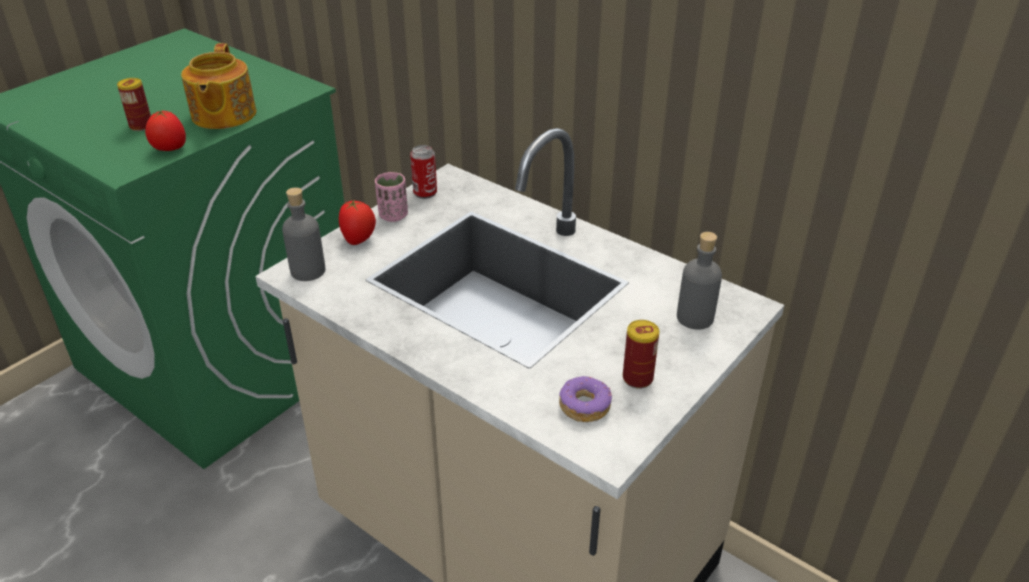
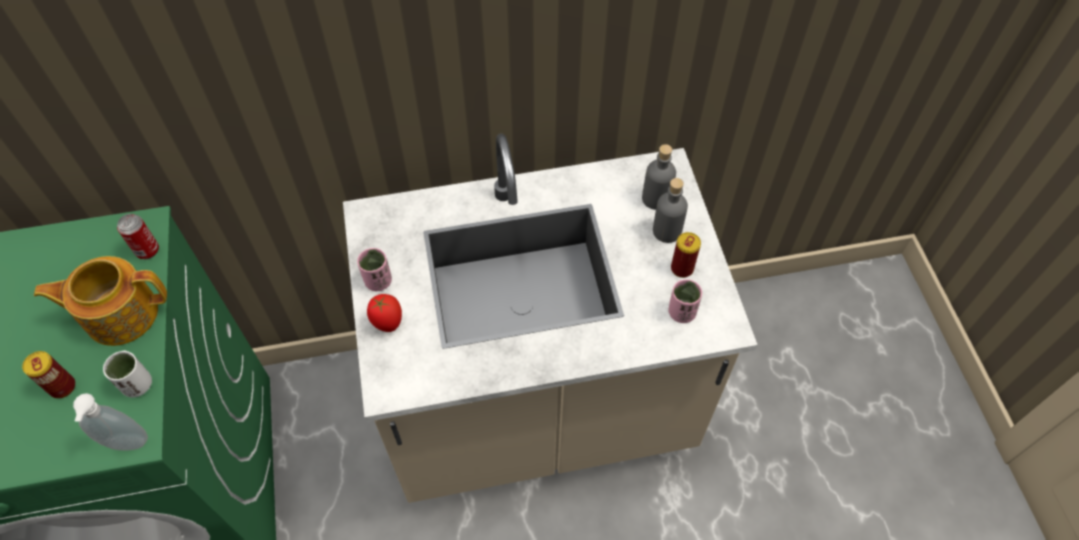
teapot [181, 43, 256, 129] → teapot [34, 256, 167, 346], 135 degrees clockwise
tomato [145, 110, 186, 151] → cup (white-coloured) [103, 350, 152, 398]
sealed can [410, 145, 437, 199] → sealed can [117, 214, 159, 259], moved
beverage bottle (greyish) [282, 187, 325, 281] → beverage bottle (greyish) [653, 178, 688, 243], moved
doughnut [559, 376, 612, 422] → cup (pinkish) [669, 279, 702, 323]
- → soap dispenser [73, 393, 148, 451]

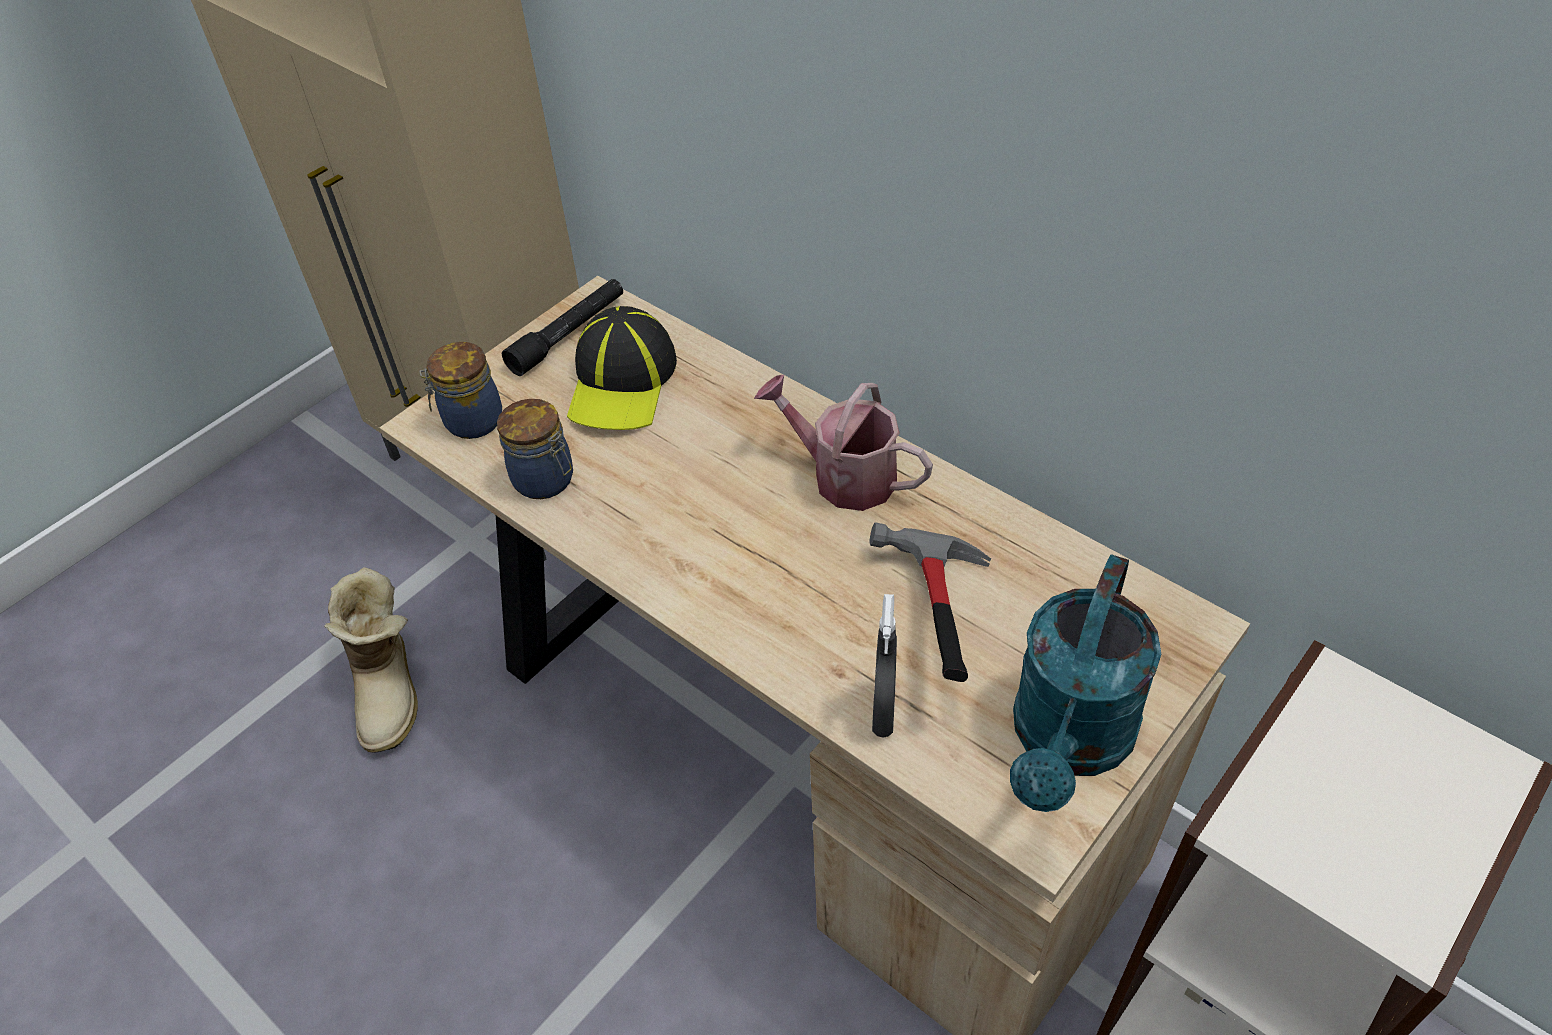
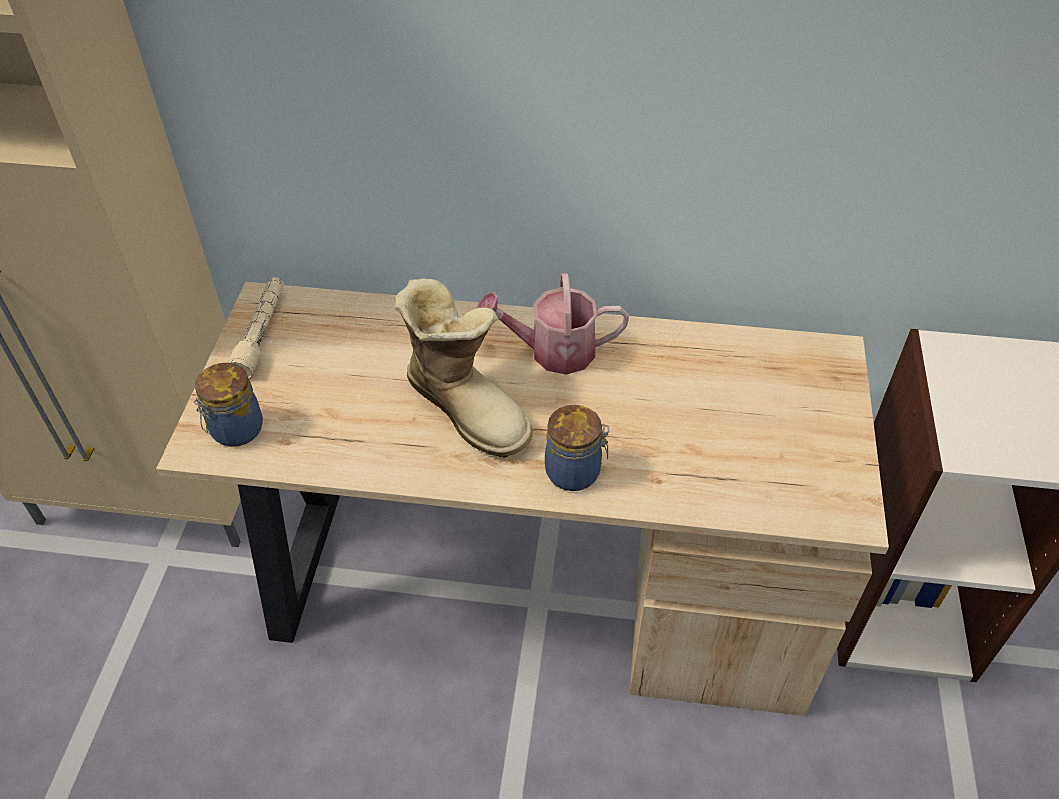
flashlight (blackish) [502, 279, 623, 376] → flashlight (beige-coloured) [228, 277, 284, 379]
cap [567, 306, 677, 430] → -
preserve jar [497, 399, 573, 499] → preserve jar [545, 405, 609, 491], moved
hand hammer [870, 522, 991, 682] → -
watering can (blue-green) [1010, 554, 1161, 812] → -
boot [324, 567, 418, 752] → boot [394, 278, 533, 458], moved
hand sprayer (greyish) [872, 594, 897, 738] → -

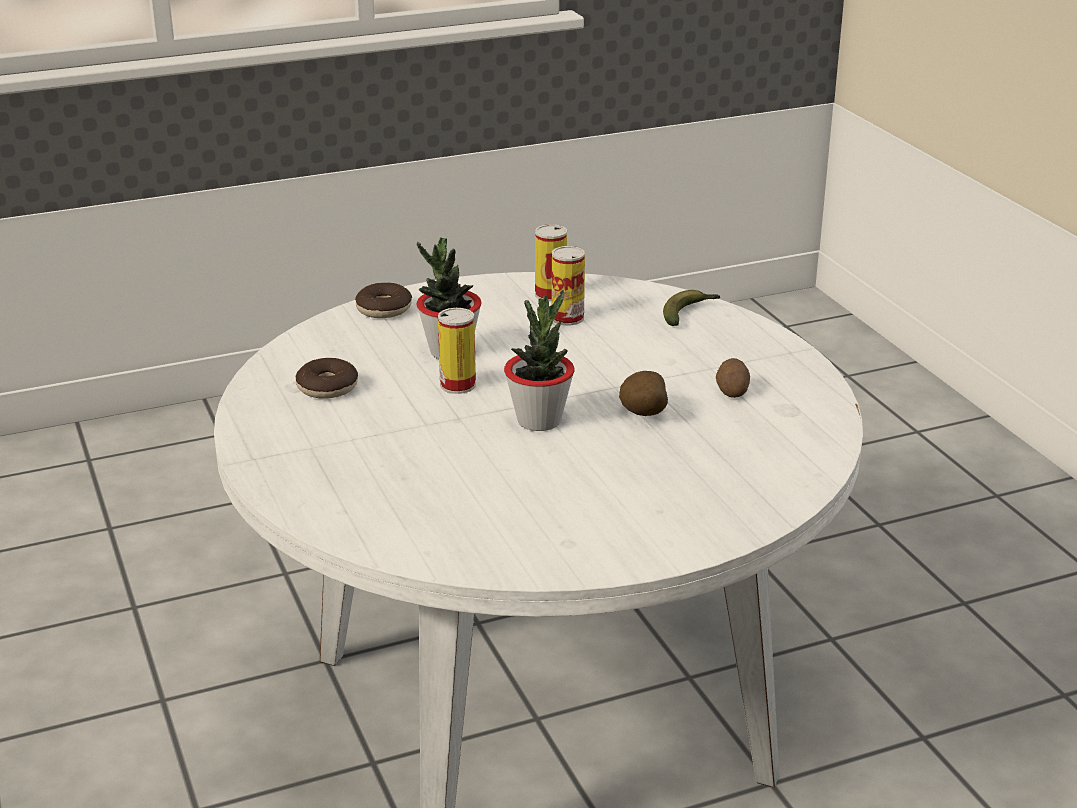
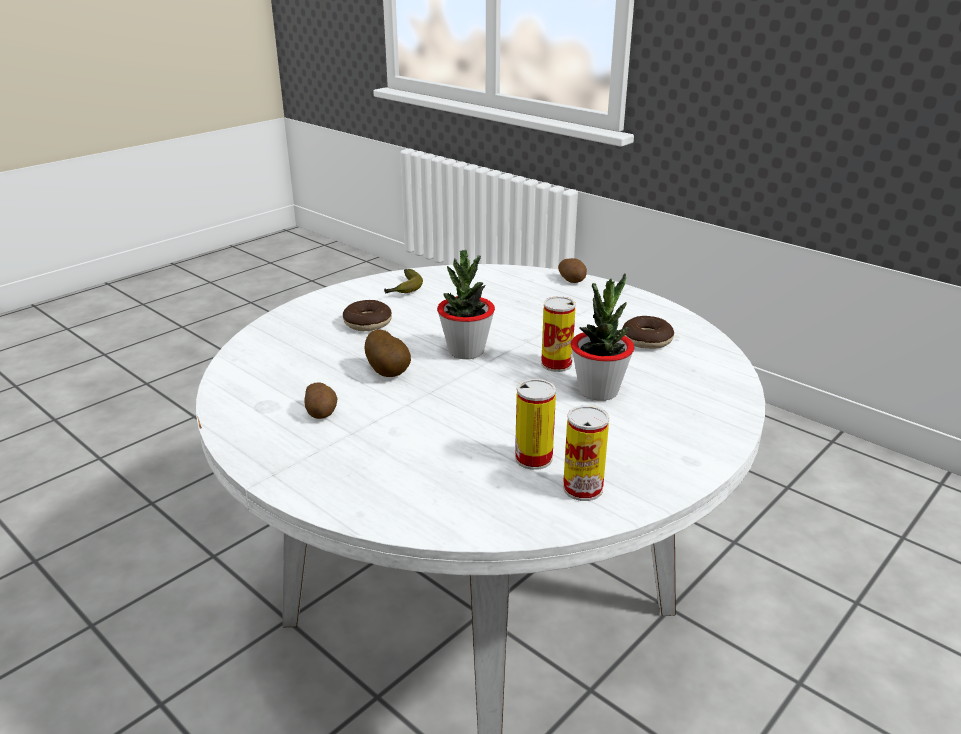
doughnut [355, 283, 412, 318] → doughnut [343, 300, 392, 331], moved
banana [663, 290, 720, 326] → banana [384, 269, 423, 293], moved
- → spud [558, 258, 587, 283]

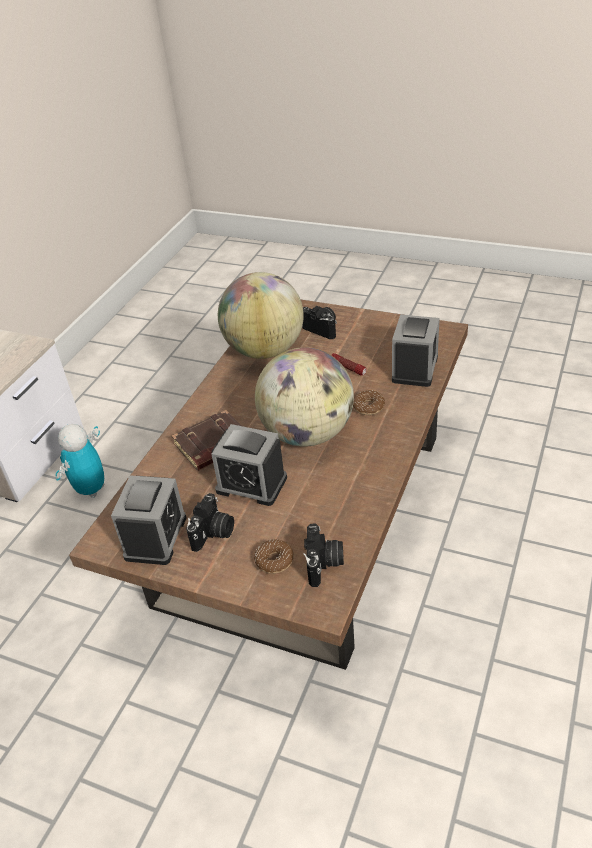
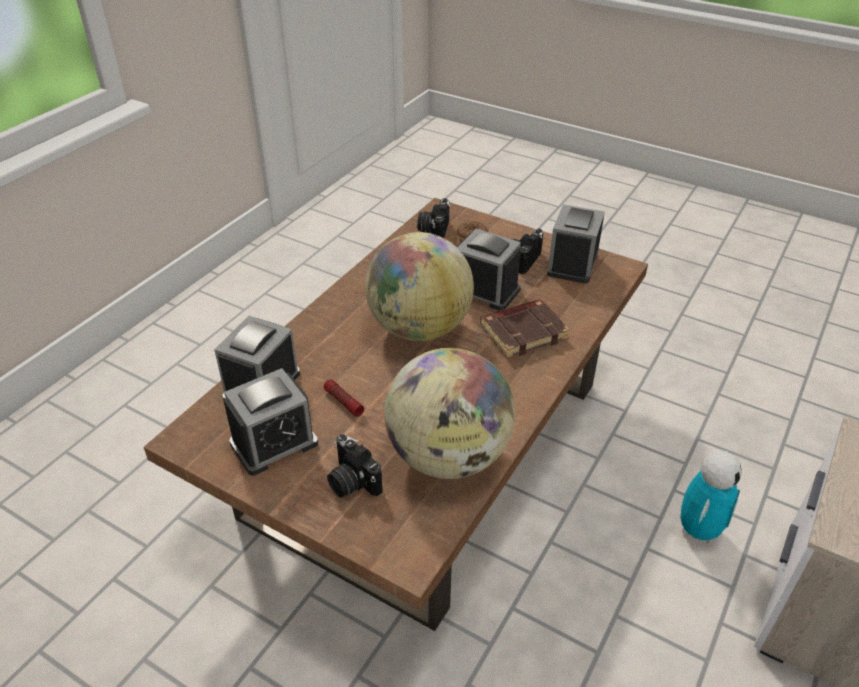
doughnut [353, 390, 385, 415] → -
- → bedside clock [223, 368, 318, 476]

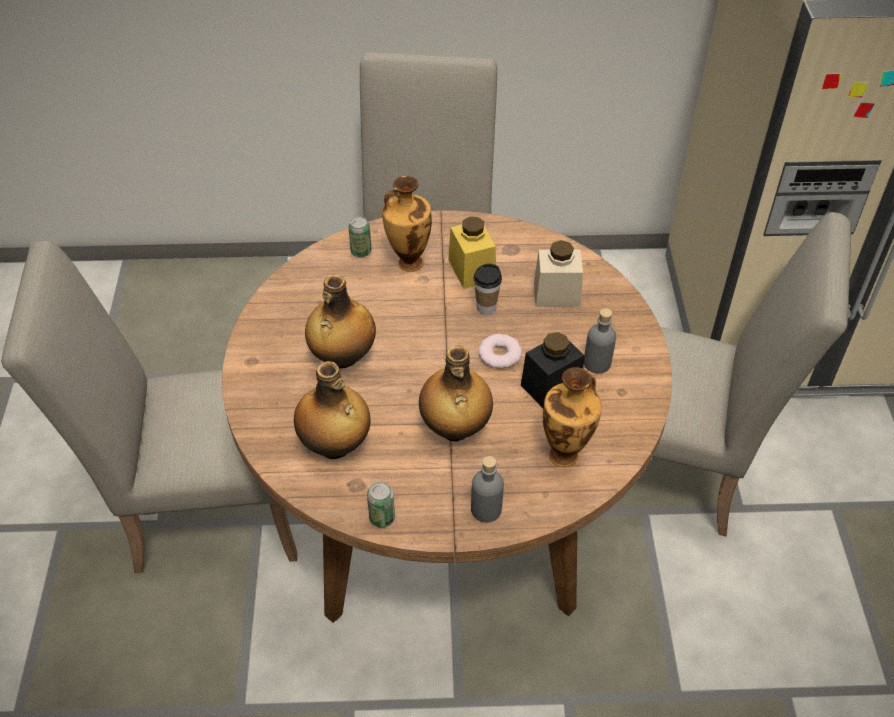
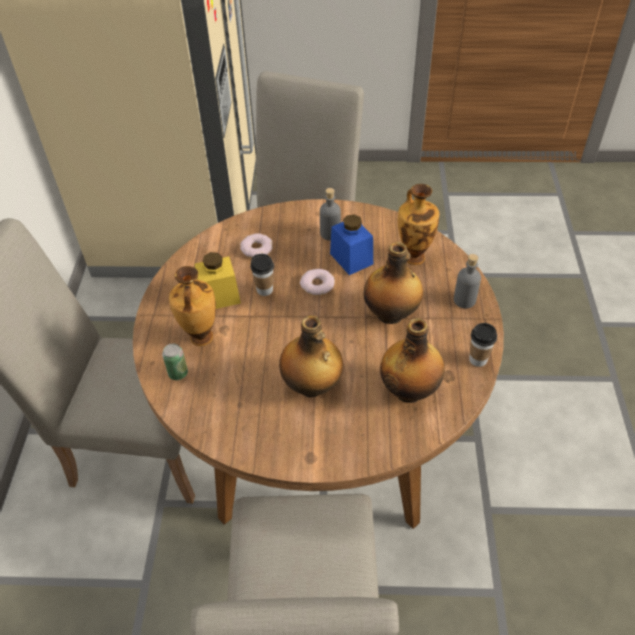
preserve jar (beige-coloured) [534, 240, 583, 307] → doughnut [240, 233, 273, 258]
preserve jar (blackish) [521, 332, 584, 408] → preserve jar (bluish) [330, 214, 373, 275]
sealed can [367, 482, 395, 528] → cup [469, 323, 497, 367]

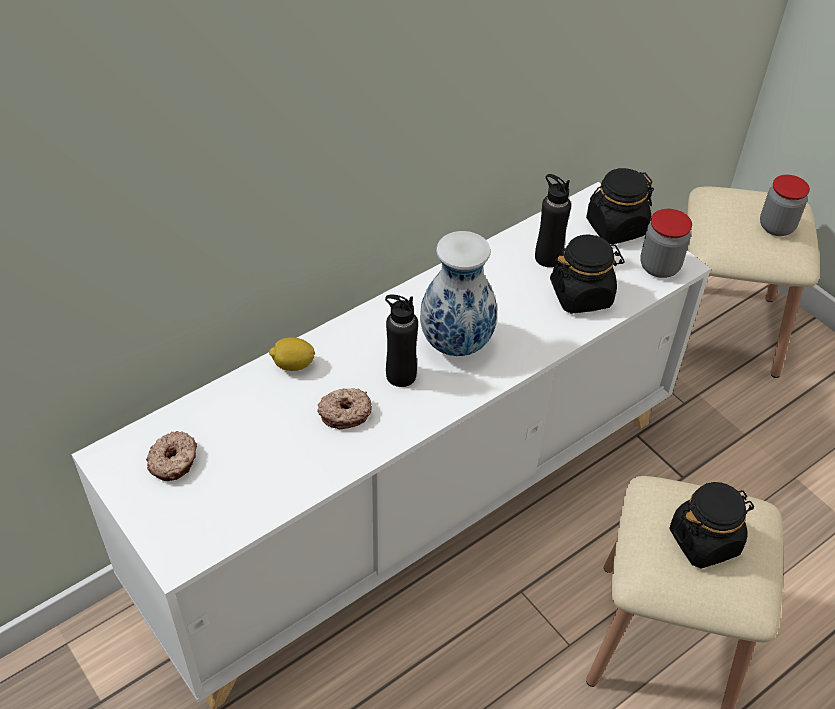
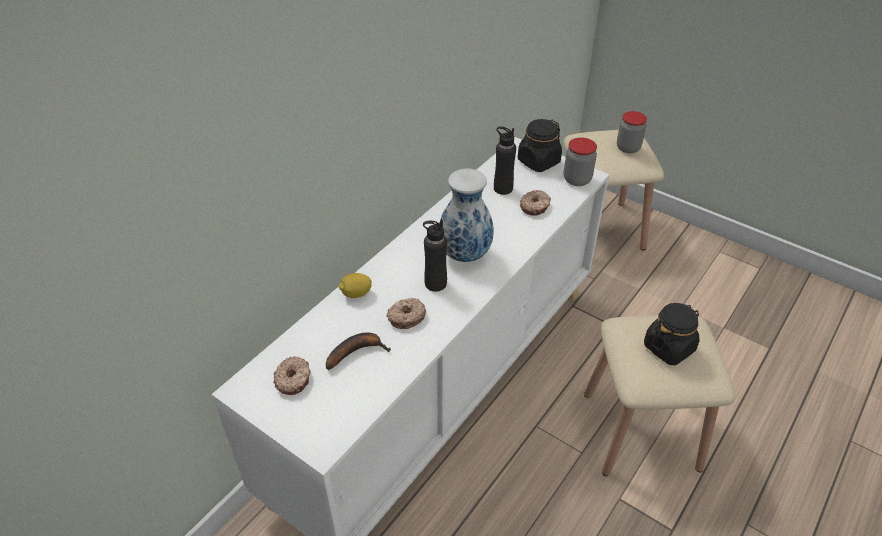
preserve jar (blackish) [550, 234, 625, 314] → doughnut [520, 190, 551, 216]
- → banana [326, 333, 391, 370]

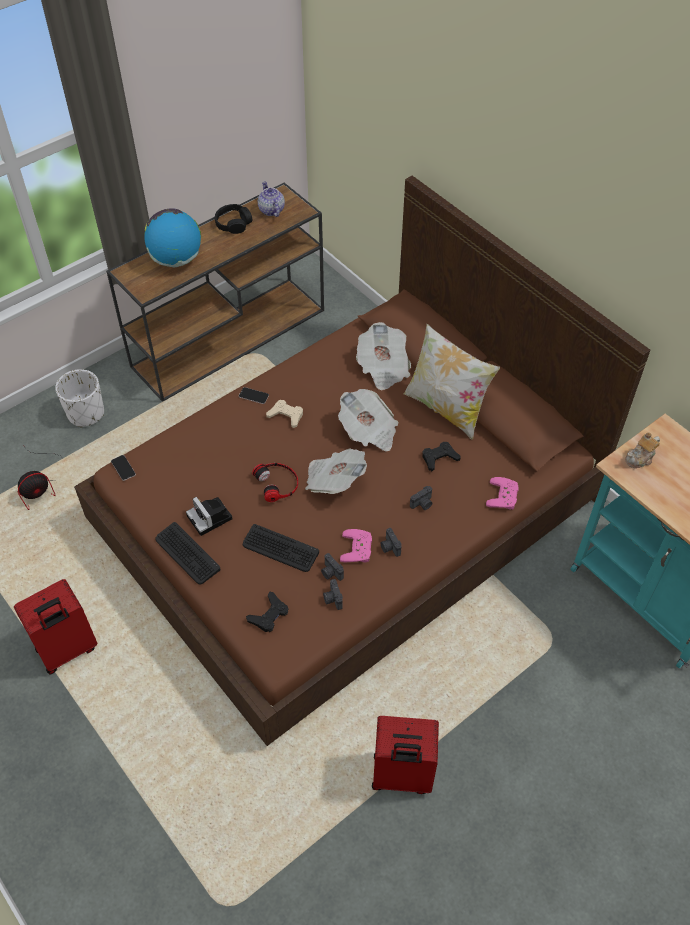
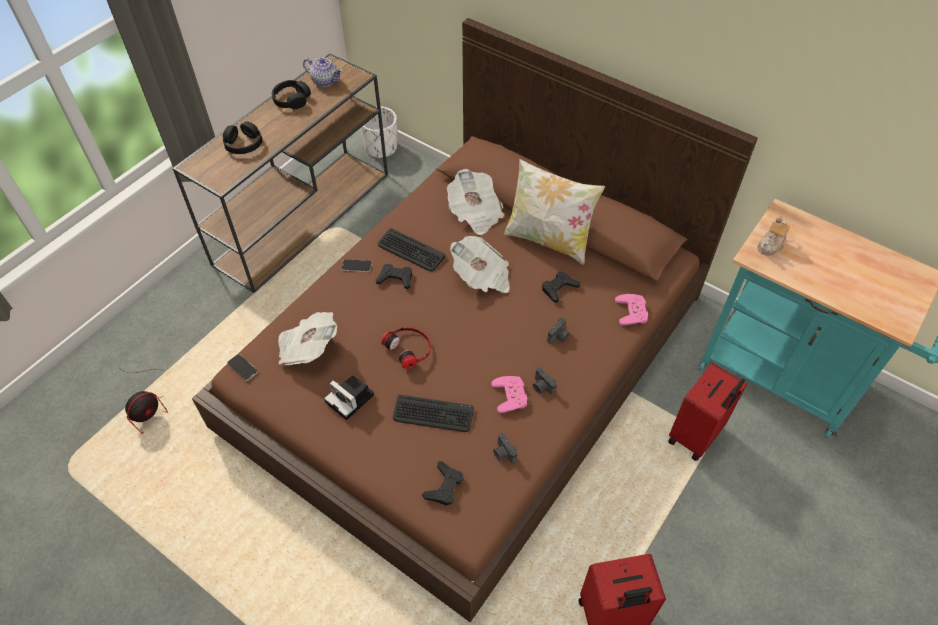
teapot [258, 181, 285, 217] → teapot [303, 58, 343, 87], 150 degrees clockwise
world globe [144, 208, 201, 267] → headset (blackish) [223, 121, 263, 154]
plant pot (white-coloured) [55, 369, 104, 428] → plant pot (white-coloured) [361, 107, 397, 159], moved
gamepad (beige-coloured) [266, 400, 303, 428] → gamepad (blackish) [376, 264, 412, 289]
daily paper [305, 448, 367, 494] → daily paper [278, 312, 337, 365], moved
computer keyboard [156, 522, 221, 585] → computer keyboard [378, 228, 445, 271], moved
photo camera [321, 553, 344, 581] → -
piece of luggage (red) [14, 579, 97, 675] → piece of luggage (red) [668, 363, 747, 461], moved

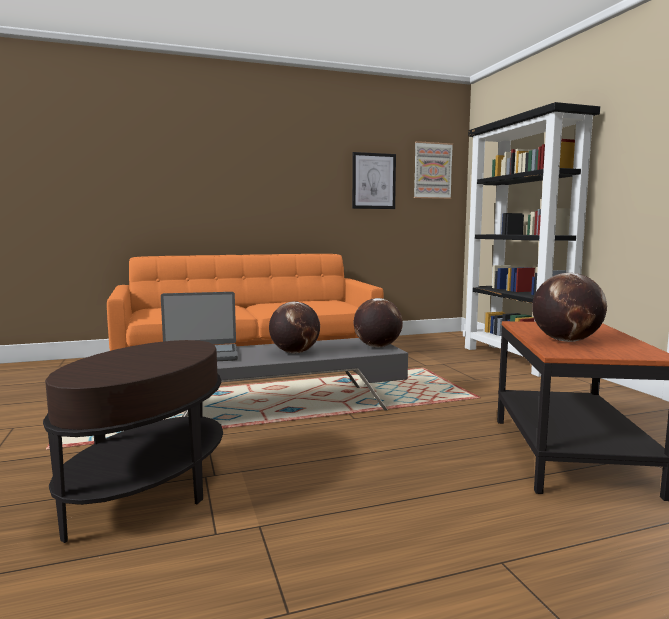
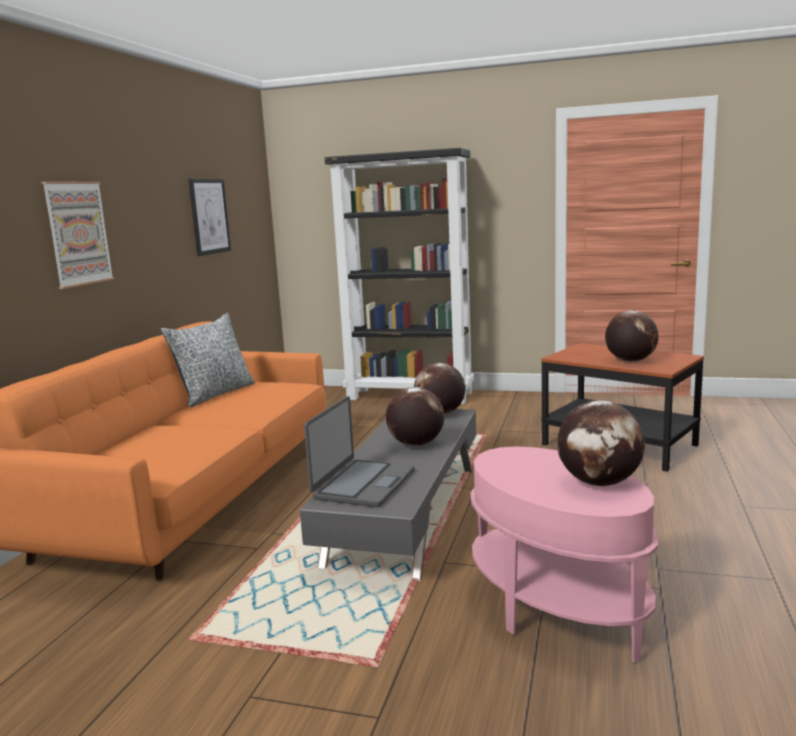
wall art [414, 141, 453, 199] → wall art [41, 181, 115, 289], moved
accent table (brownish) [43, 340, 223, 543] → accent table (pinkish) [471, 446, 658, 662]
- → cushion [160, 313, 255, 407]
- → world globe [557, 401, 645, 486]

